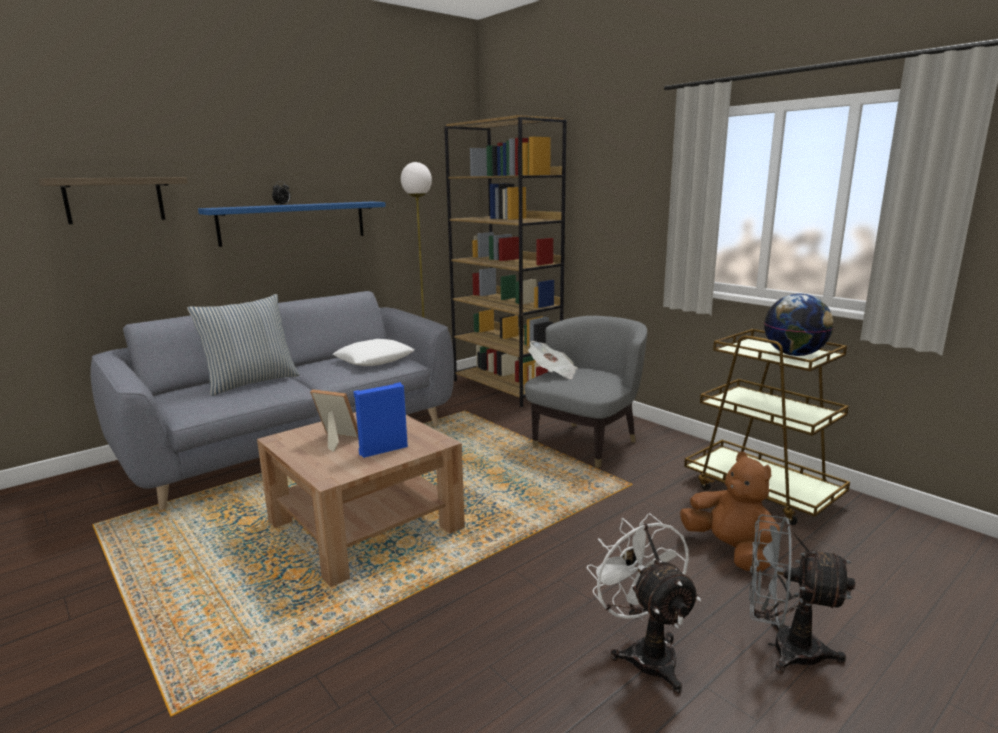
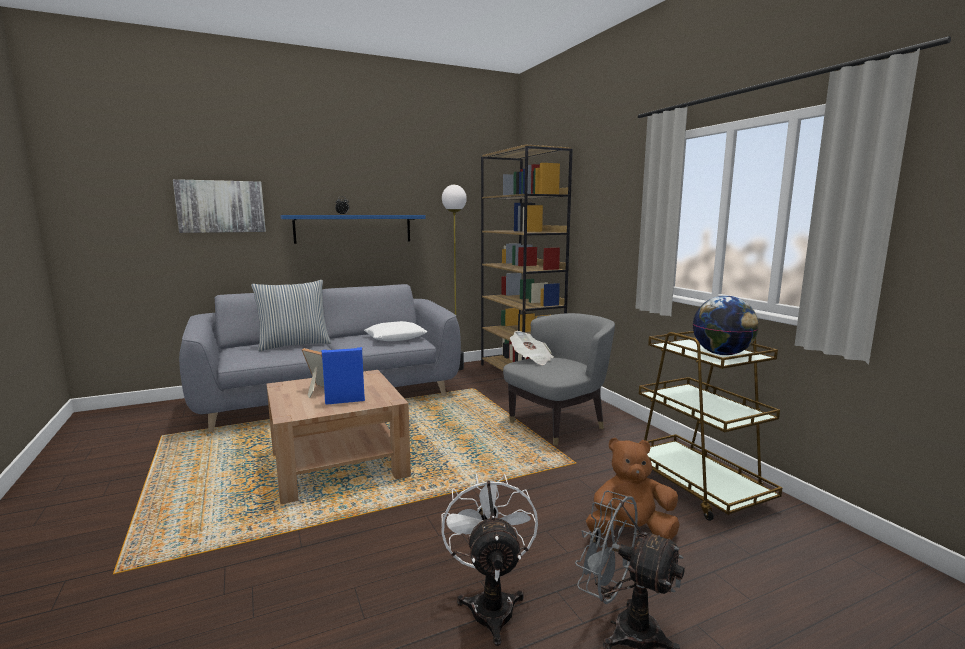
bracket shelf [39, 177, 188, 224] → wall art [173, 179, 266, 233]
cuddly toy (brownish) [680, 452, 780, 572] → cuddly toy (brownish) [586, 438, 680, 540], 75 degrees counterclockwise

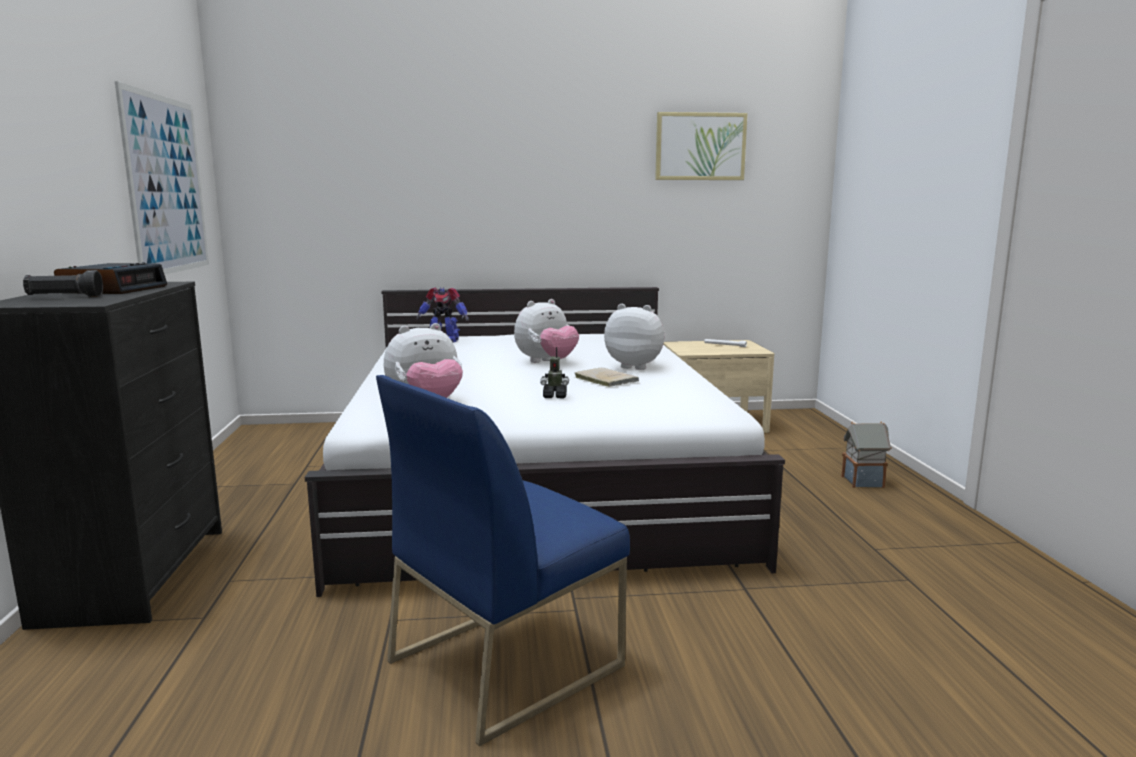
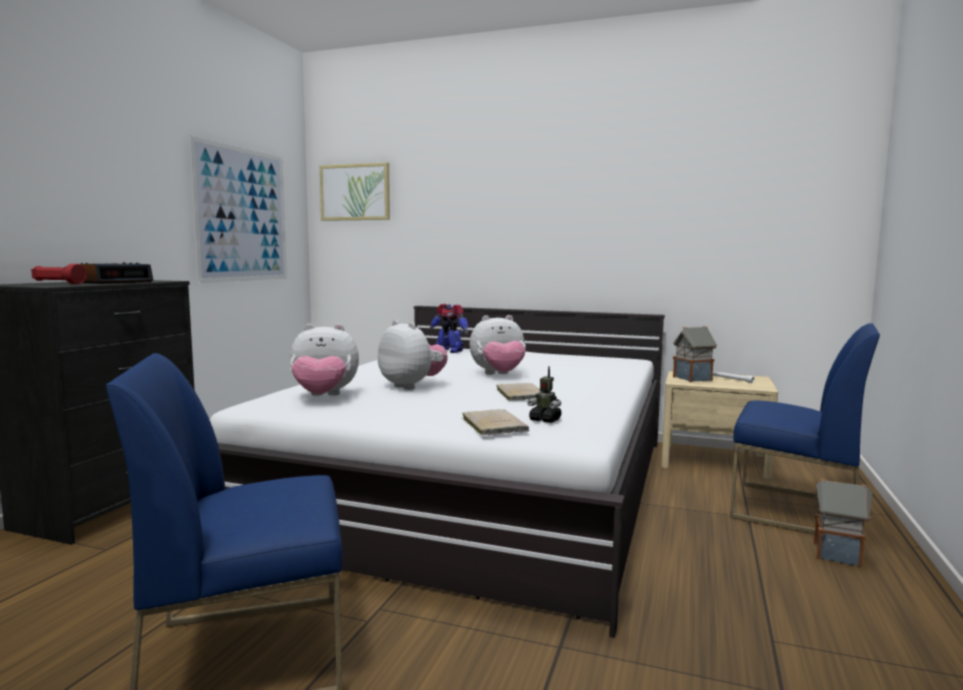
wall art [655, 112, 747, 180] → wall art [320, 162, 390, 221], moved
flashlight (blackish) [23, 270, 103, 297] → flashlight (red) [31, 264, 86, 284]
cuddly toy [604, 304, 665, 370] → cuddly toy [378, 320, 447, 390], moved
model robot [540, 347, 569, 398] → model robot [527, 366, 561, 423], moved
- → chair (bluish) [730, 323, 880, 534]
- → toy house [673, 326, 717, 382]
- → bound book (beige-coloured) [462, 409, 529, 436]

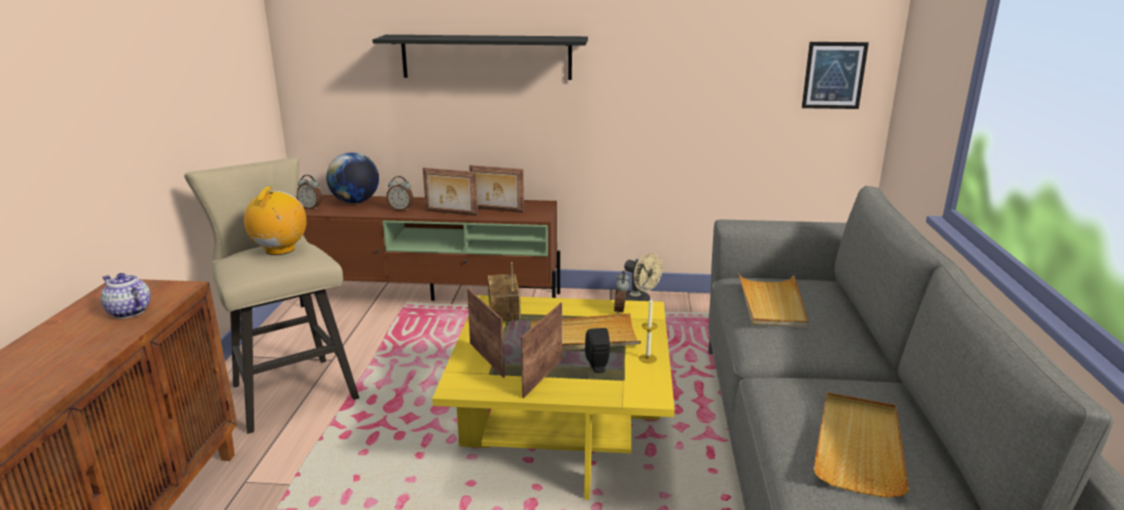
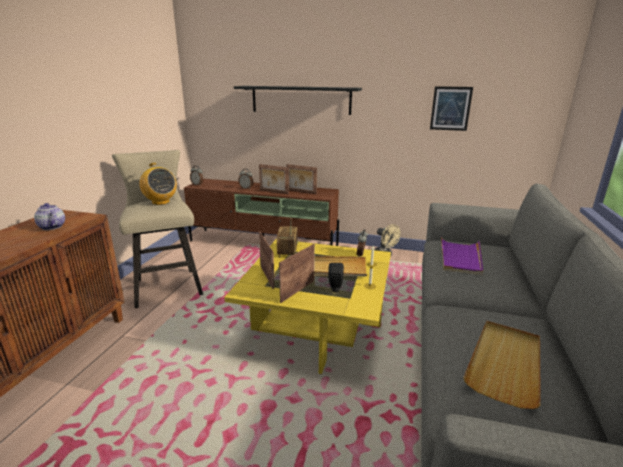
wall art [802, 42, 869, 109] → wall art [430, 86, 473, 131], moved
world globe [326, 152, 379, 203] → -
radio set [244, 187, 307, 255] → radio set [139, 163, 177, 205], 120 degrees clockwise
carrying tray (beige-coloured) [738, 272, 808, 328] → carrying tray (purple-coloured) [441, 237, 483, 275]

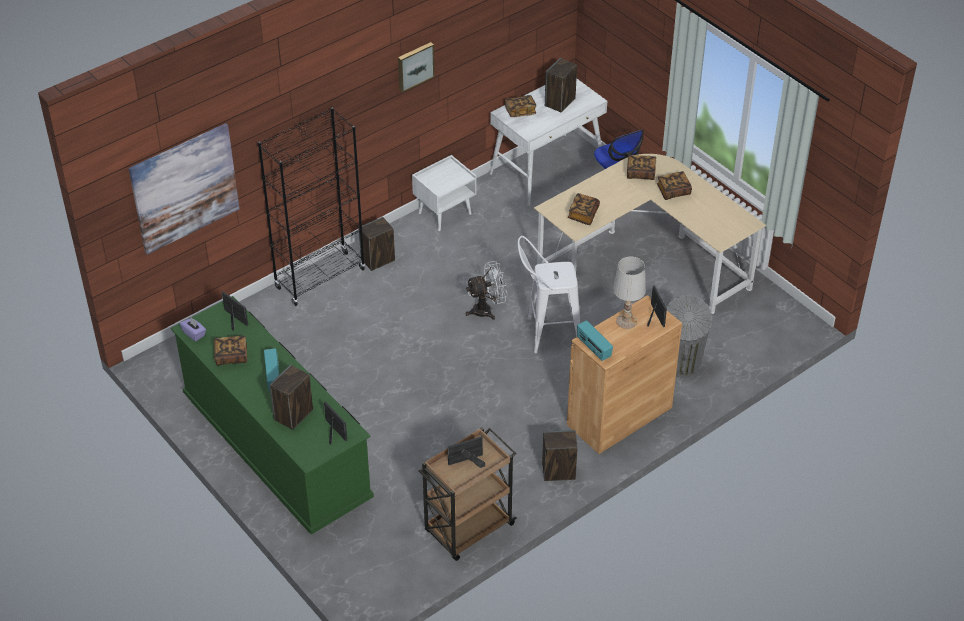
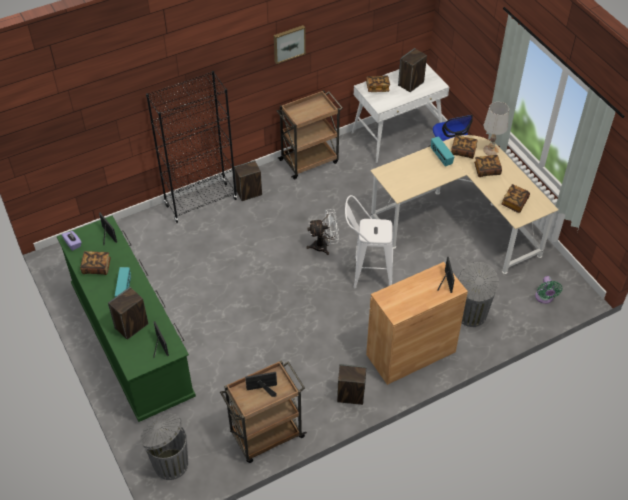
wall art [129, 123, 240, 255] → -
bedside table (white-coloured) [412, 155, 476, 231] → trolley (brownish) [276, 90, 343, 180]
bound book [568, 193, 600, 225] → bound book [501, 184, 530, 213], moved
tabletop lamp (white-coloured) [613, 257, 646, 329] → tabletop lamp (white-coloured) [483, 102, 509, 156], moved
radio set [577, 320, 613, 361] → radio set [431, 136, 454, 167], moved
- → cooling fan (green-coloured) [535, 276, 562, 304]
- → rubbish bin (greyish) [140, 413, 188, 480]

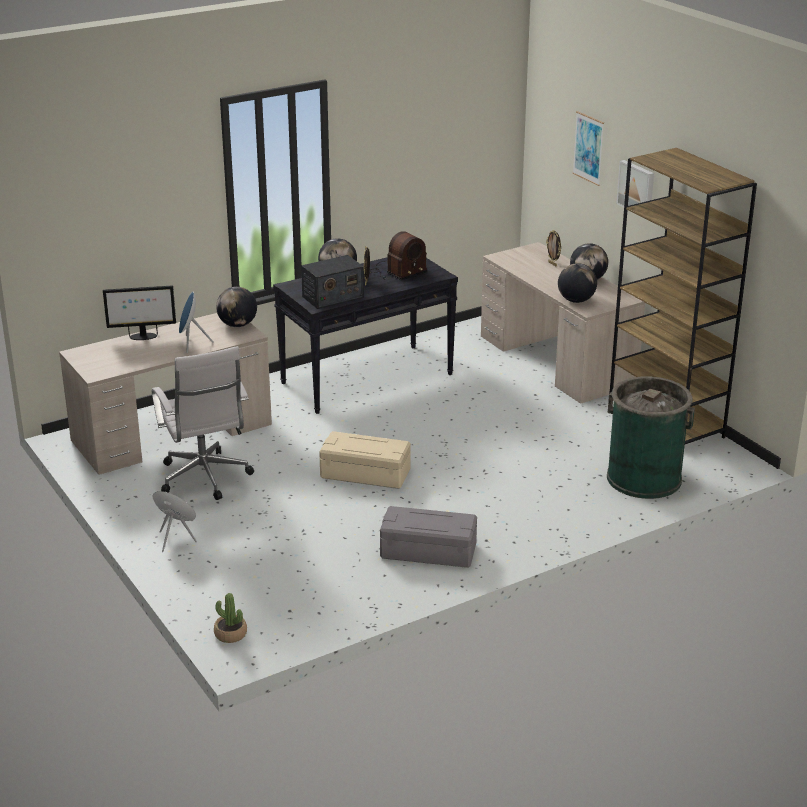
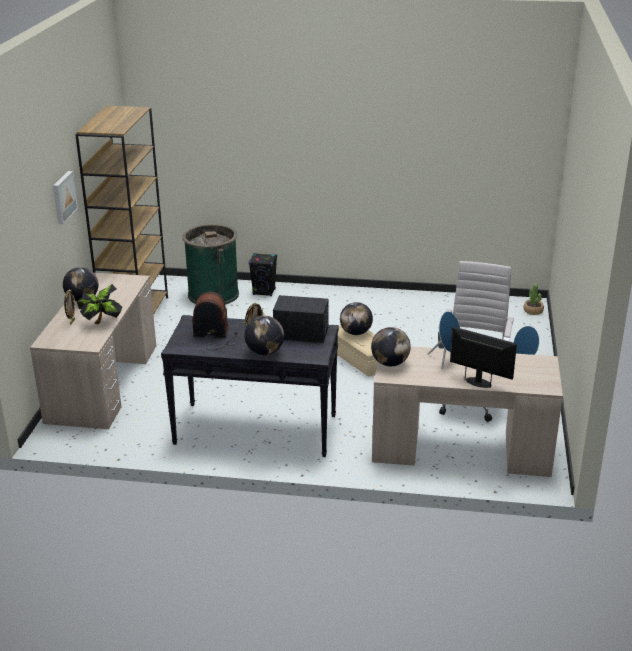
wall art [572, 111, 604, 186] → -
world globe [558, 263, 597, 303] → world globe [340, 302, 373, 335], moved
storage box (greyish) [380, 506, 477, 568] → -
- → audio speaker (blackish) [249, 253, 277, 296]
- → potted plant [77, 284, 122, 324]

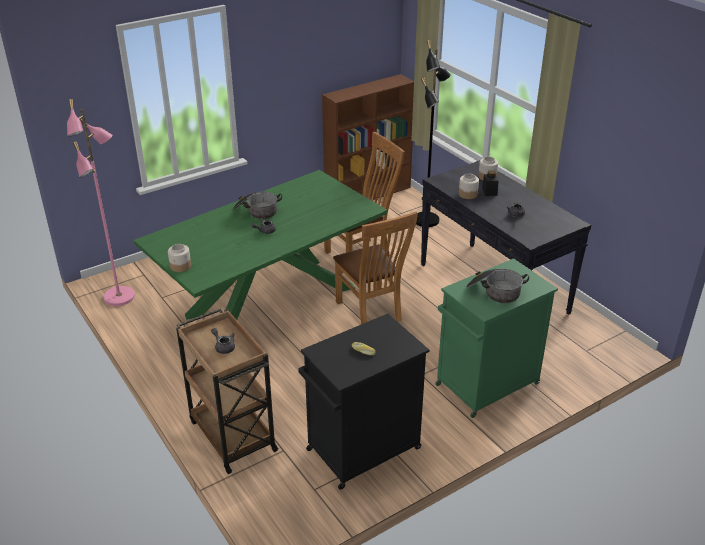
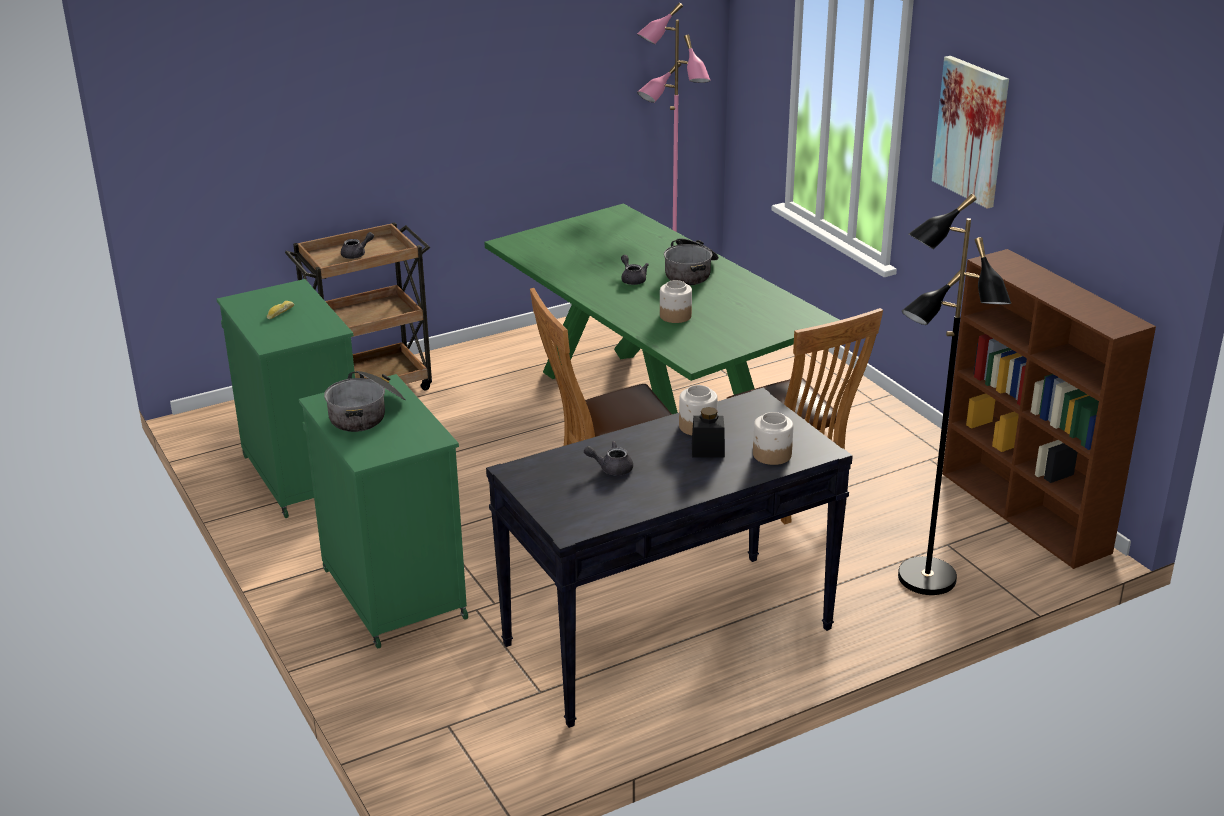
preserve jar [168, 244, 191, 272] → preserve jar [660, 280, 692, 323], moved
storage cabinet (blackish) [298, 314, 429, 490] → storage cabinet (green-coloured) [217, 279, 355, 518]
- → wall art [932, 56, 1009, 209]

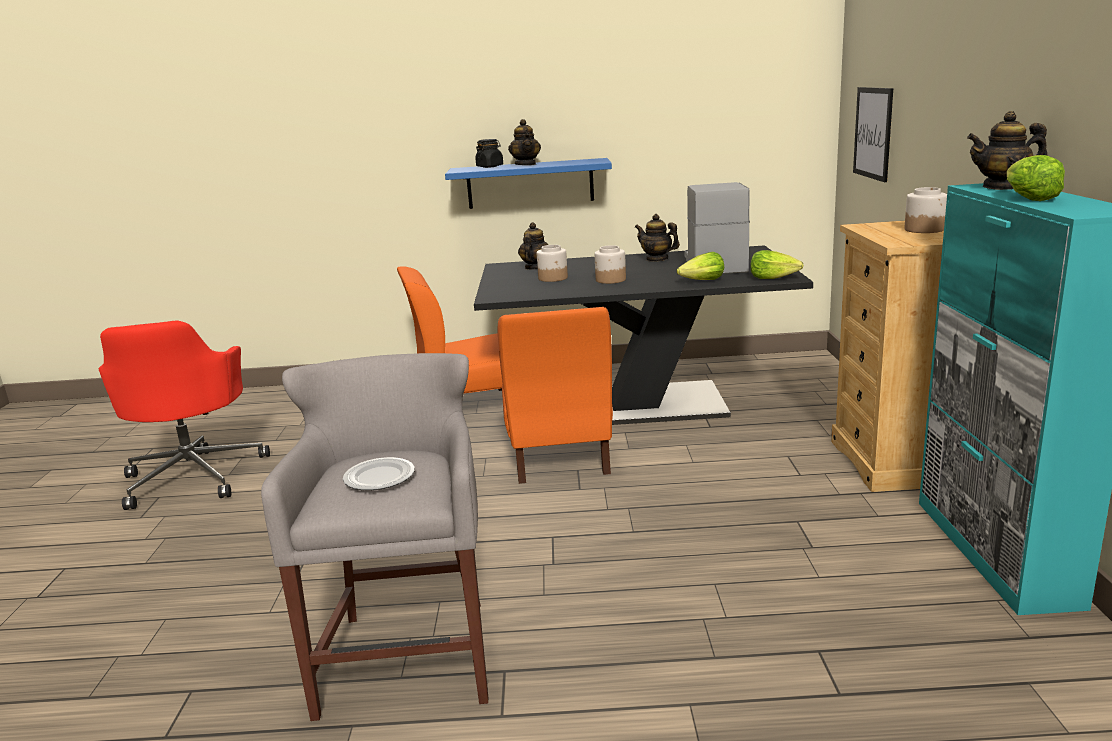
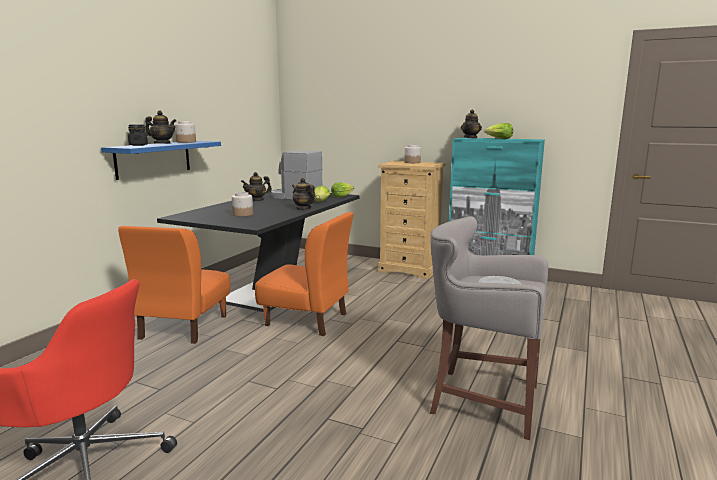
wall art [853, 87, 893, 182] → -
teapot [518, 222, 548, 270] → teapot [292, 178, 315, 210], moved
preserve jar [594, 245, 626, 284] → preserve jar [175, 121, 196, 143], moved

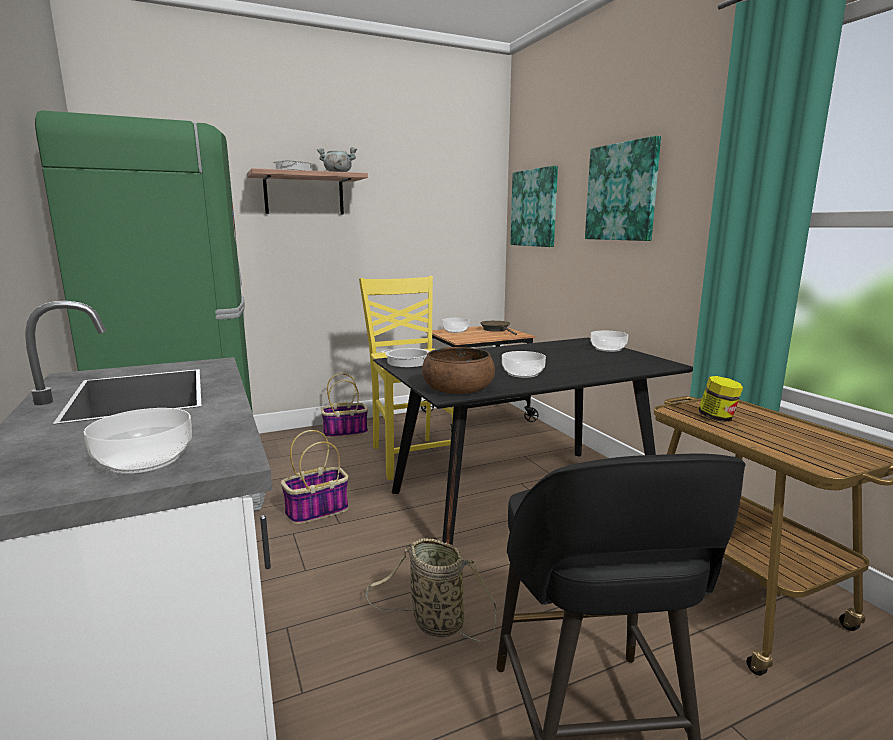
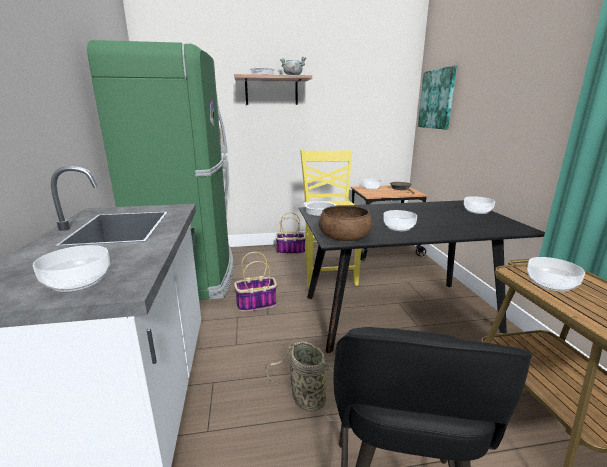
wall art [585, 136, 661, 241] → -
preserve jar [699, 376, 743, 422] → deep dish [527, 257, 585, 292]

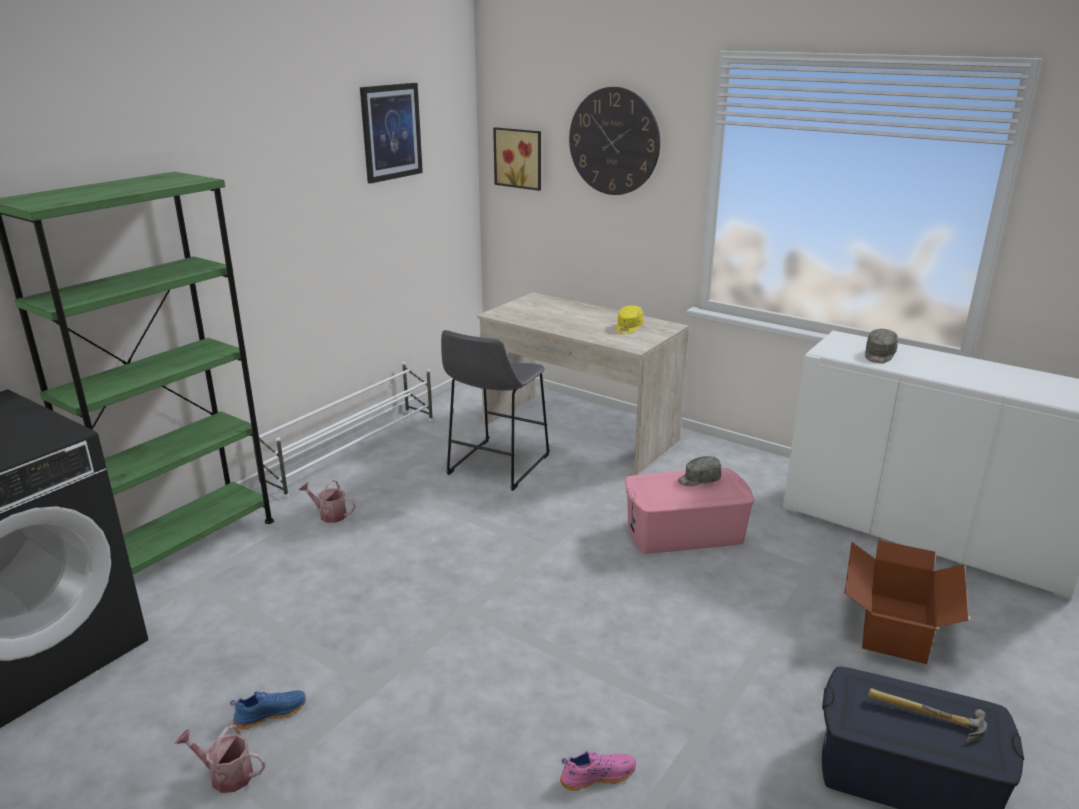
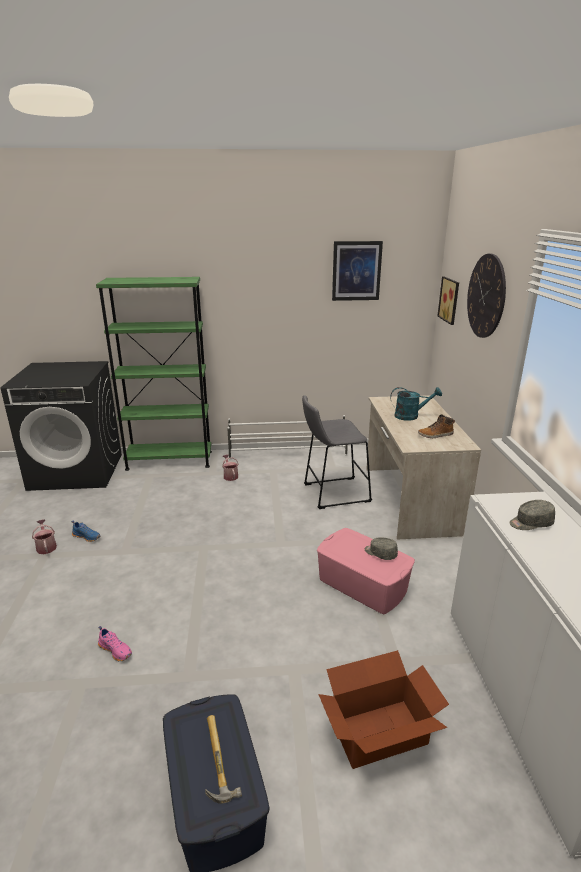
cap (yellowish) [616, 305, 643, 334] → boot [418, 414, 455, 438]
- → watering can (blue-green) [390, 387, 442, 421]

